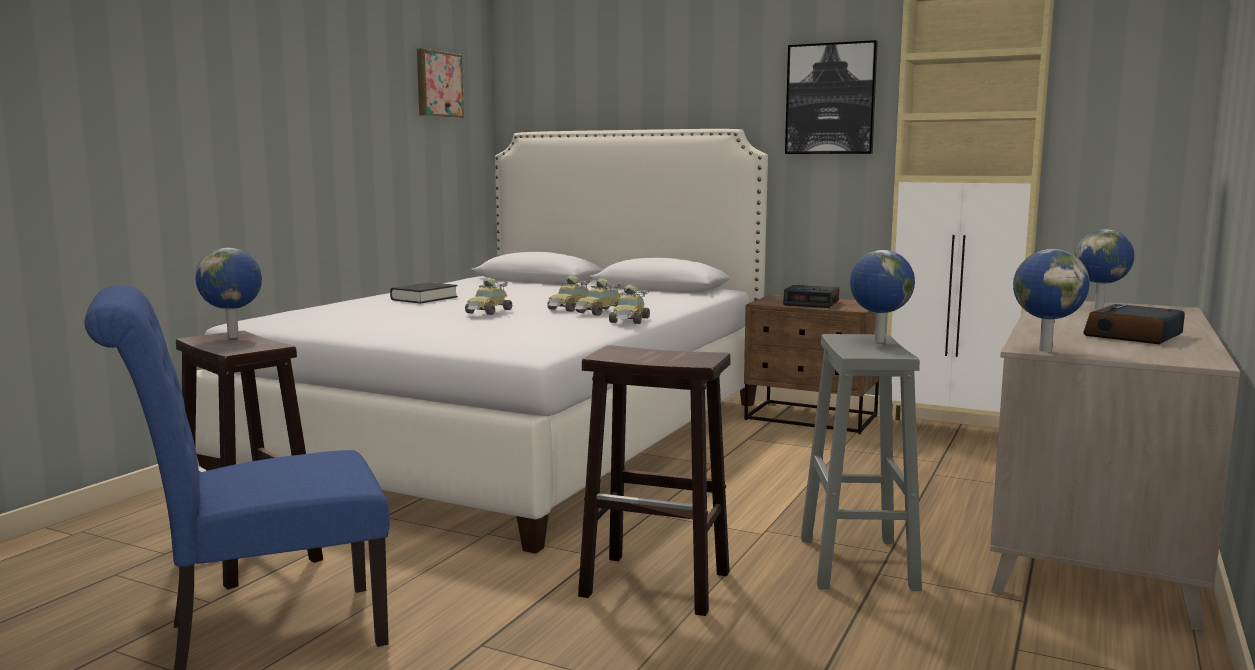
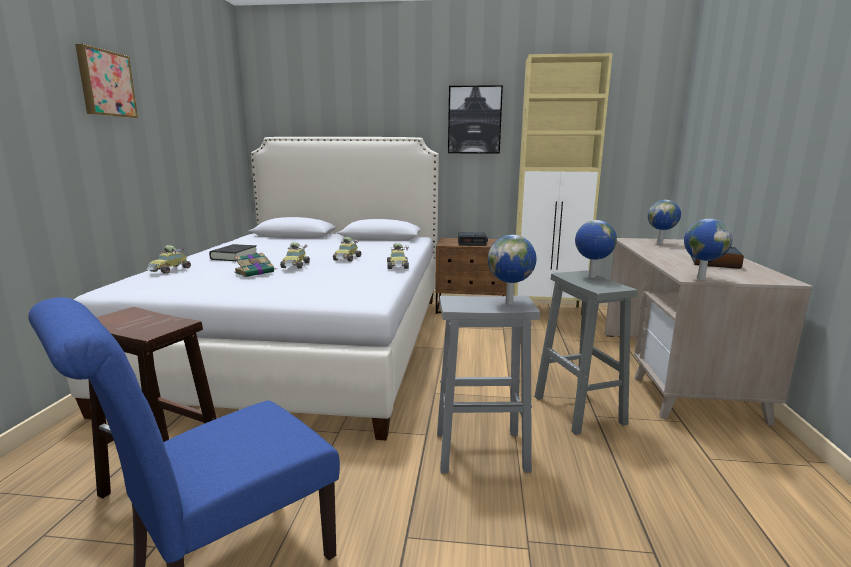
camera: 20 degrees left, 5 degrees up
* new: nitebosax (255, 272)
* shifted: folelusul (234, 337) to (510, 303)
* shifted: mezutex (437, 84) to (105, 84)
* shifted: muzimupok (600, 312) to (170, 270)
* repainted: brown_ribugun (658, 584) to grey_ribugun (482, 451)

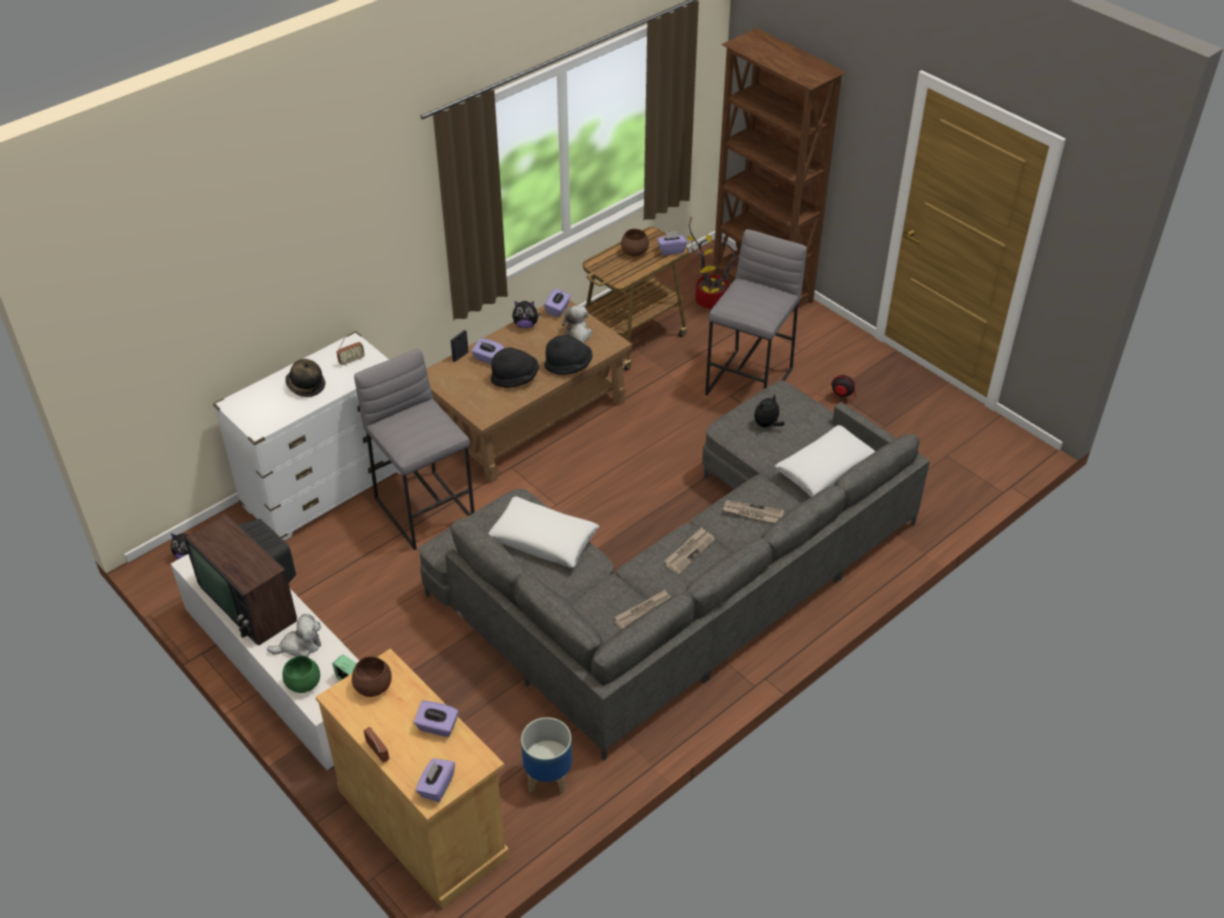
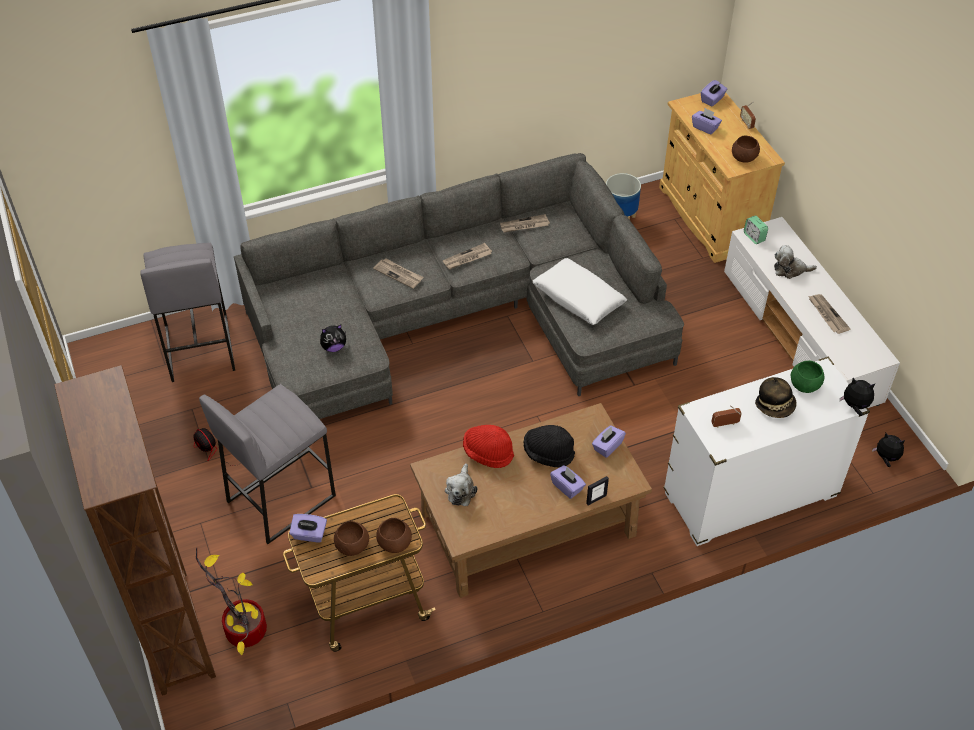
camera: 160 degrees left, 5 degrees up
* gone: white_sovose (825, 469)
* new: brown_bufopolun (394, 543)
* shifted: green_bufopolun (303, 683) to (804, 385)
* shifted: grey_ribugun (425, 509) to (198, 348)
* shifted: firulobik (525, 325) to (855, 406)
* shifted: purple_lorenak (558, 309) to (607, 446)
* swapped: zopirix (253, 598) to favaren (827, 315)
* repainted: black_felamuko (569, 366) to red_felamuko (488, 453)

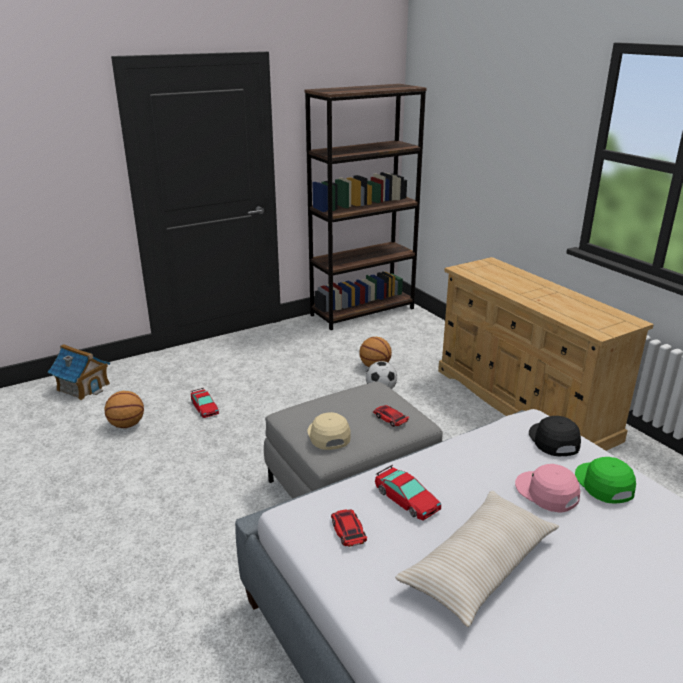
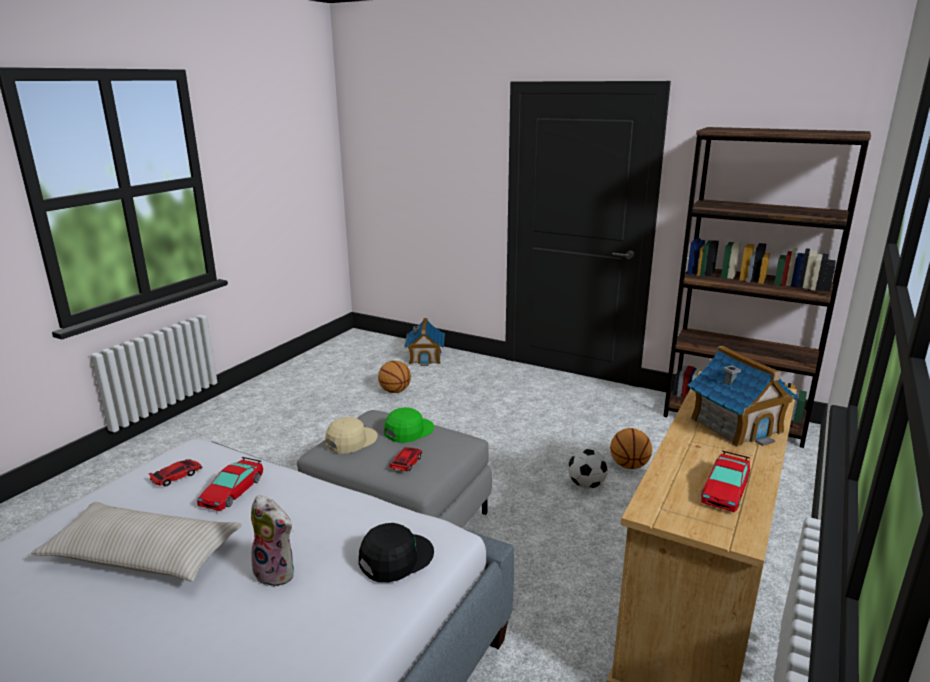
camera: 60 degrees right, 5 degrees down
* new: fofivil (736, 425)
* shifted: muzimupok (204, 407) to (724, 489)
* shifted: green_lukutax (604, 484) to (408, 430)
* swapped: pink_lukutax (547, 492) to firulobik (278, 572)

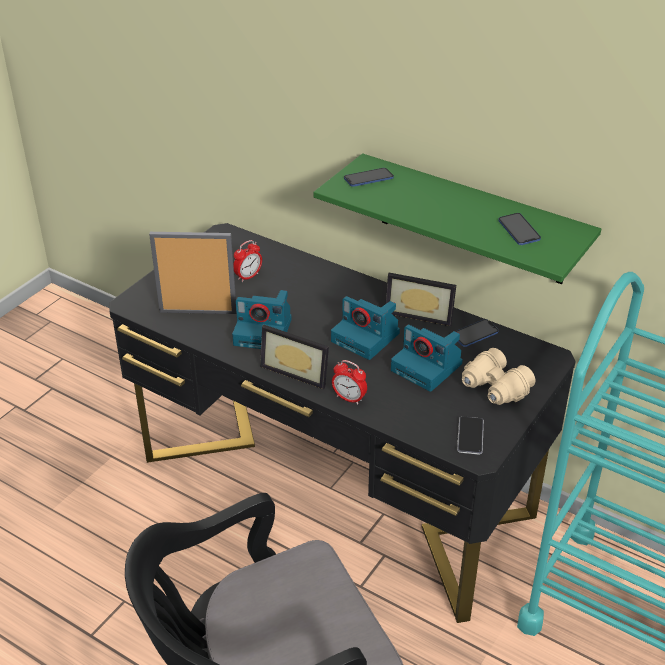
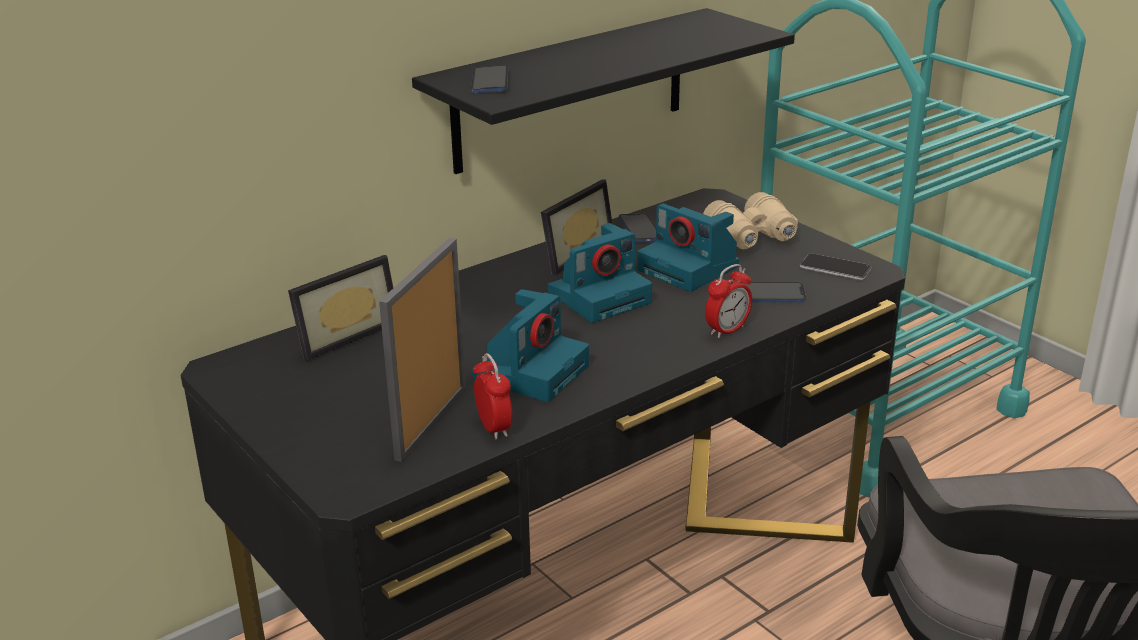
camera: 70 degrees left, 10 degrees down
* shifted: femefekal (248, 276) to (494, 427)
* shifted: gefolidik (298, 370) to (342, 334)
* shifted: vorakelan (519, 230) to (769, 294)
* repainted: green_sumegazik (472, 220) to black_sumegazik (571, 90)
* rotated: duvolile (428, 367) = (690, 268) 75 degrees clockwise

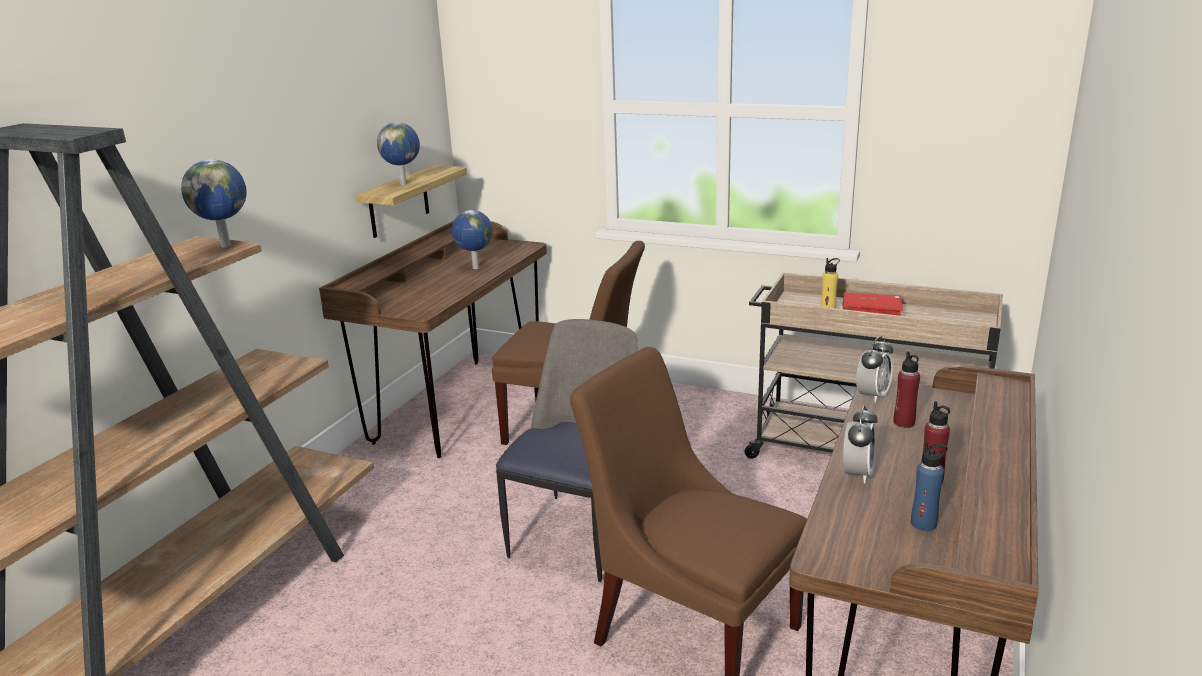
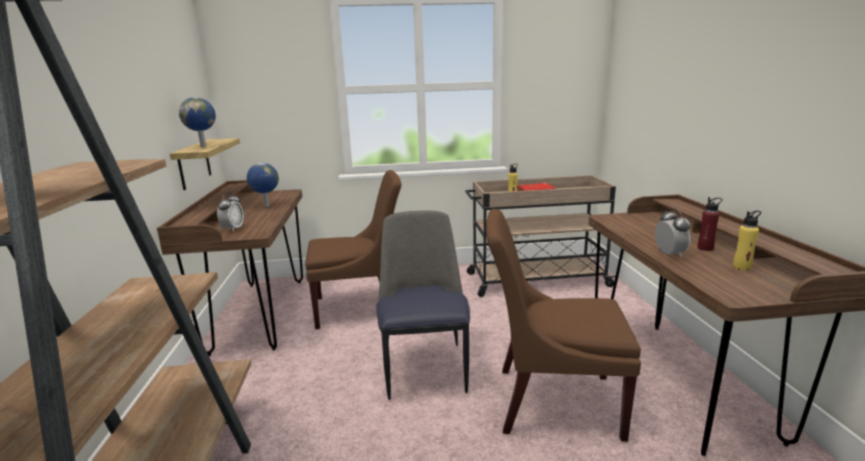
camera: 30 degrees left, 5 degrees down
* gone: folelusul (227, 245)
* gone: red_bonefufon (904, 423)
* shifted: femefekal (872, 395) to (233, 229)
* repainted: blue_bonefufon (923, 524) to yellow_bonefufon (742, 267)

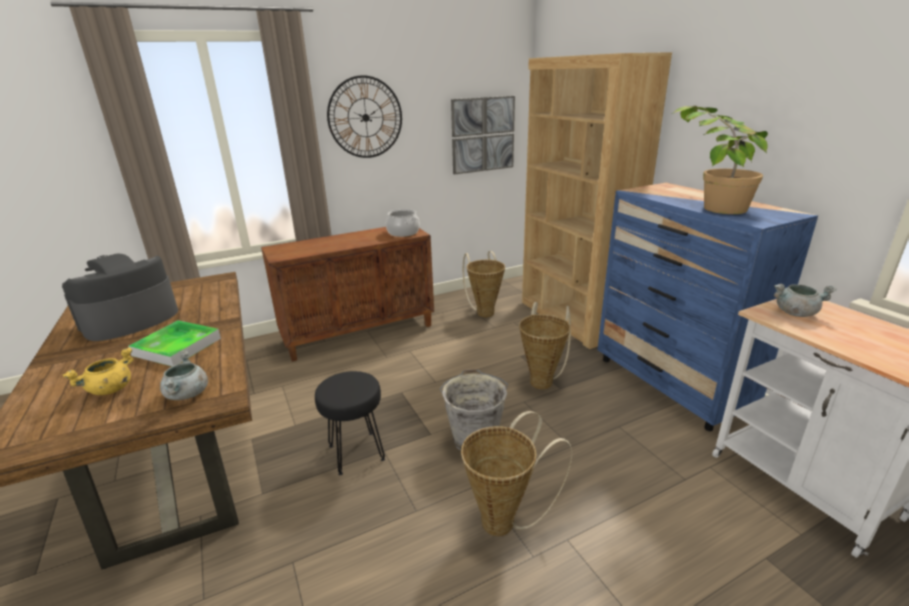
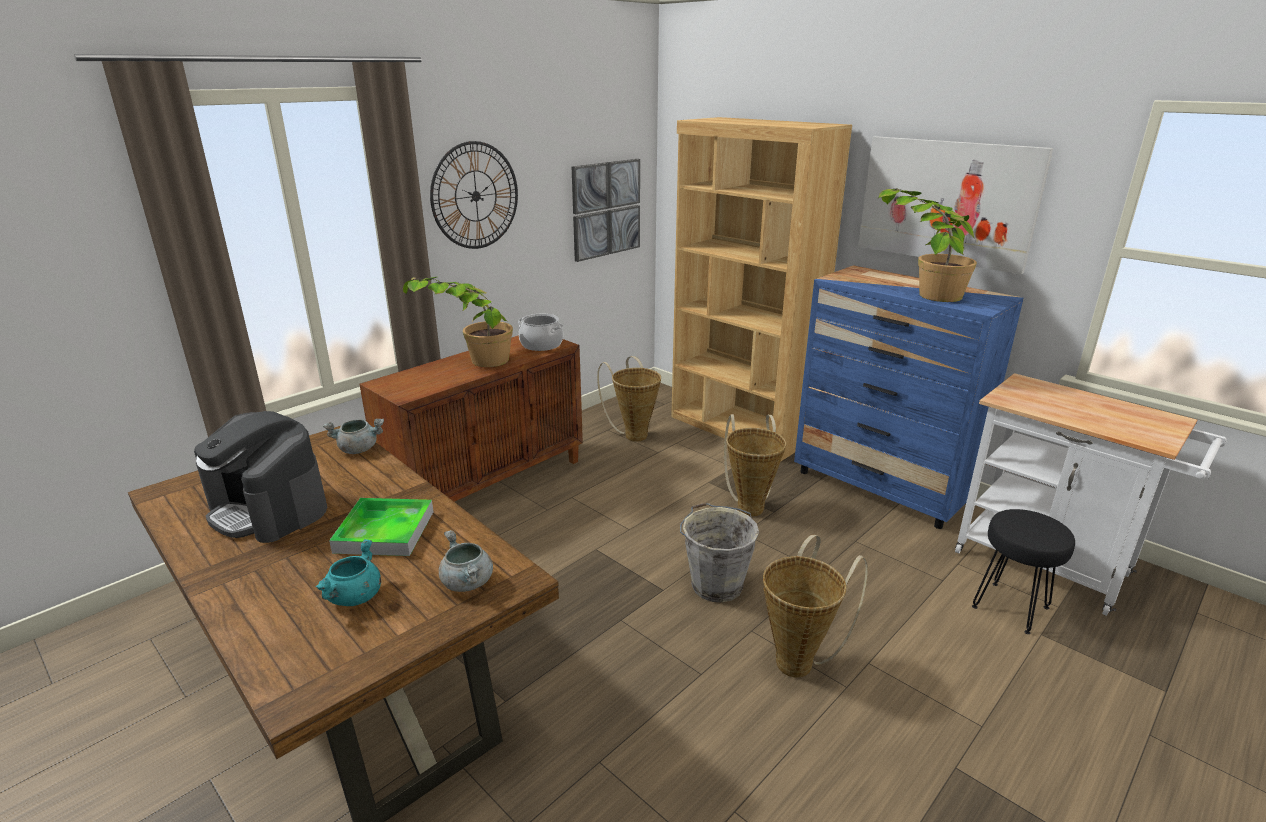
camera: 20 degrees left, 0 degrees up
* new: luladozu (470, 361)
* new: mezutex (946, 202)
* shifted: black_ribugun (357, 453) to (1011, 607)
* shifted: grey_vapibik (795, 313) to (359, 449)
* repainted: yellow_vapibik (110, 389) to turquoise_vapibik (355, 597)
* rotated: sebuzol (130, 320) = (269, 509) 75 degrees counterclockwise

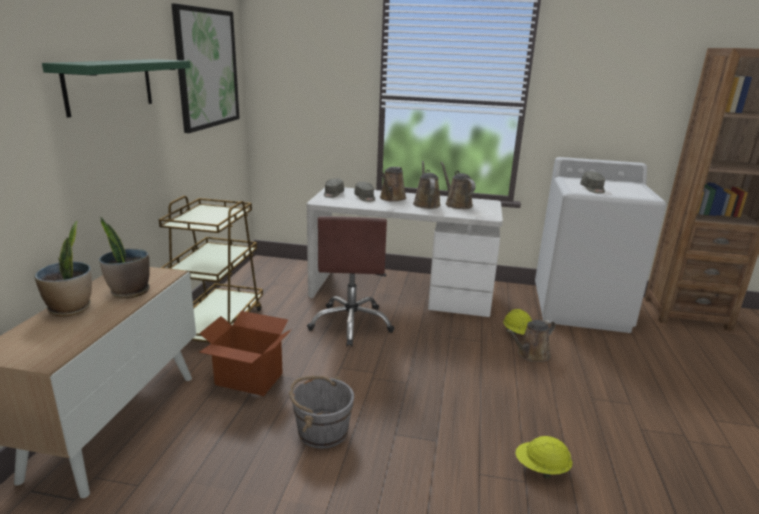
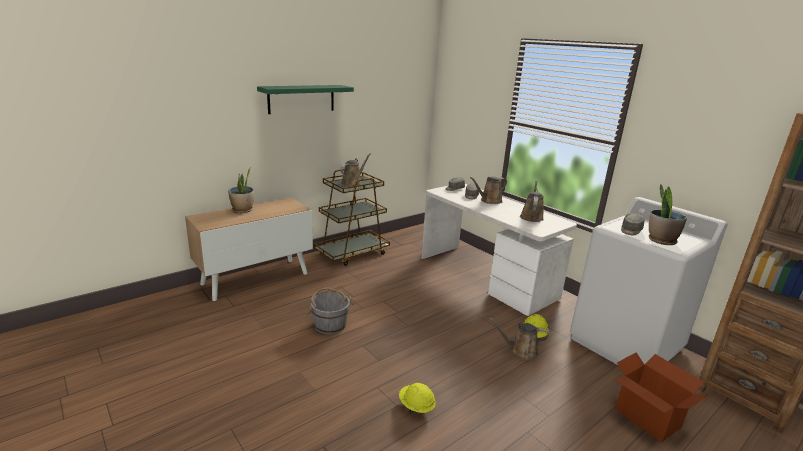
camera: 40 degrees right, 0 degrees up
* gone: mezutex (207, 68)
* gone: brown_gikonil (351, 324)
* shifted: luladozu (129, 292) to (661, 240)
* shifted: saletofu (248, 380) to (647, 418)
* shifted: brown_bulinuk (426, 204) to (353, 183)

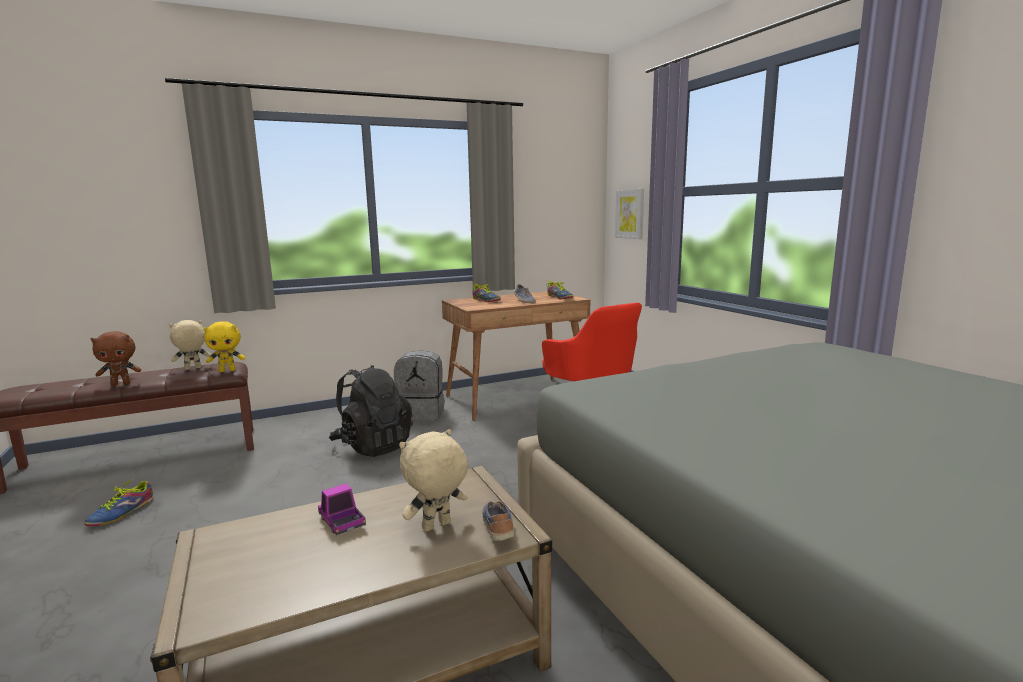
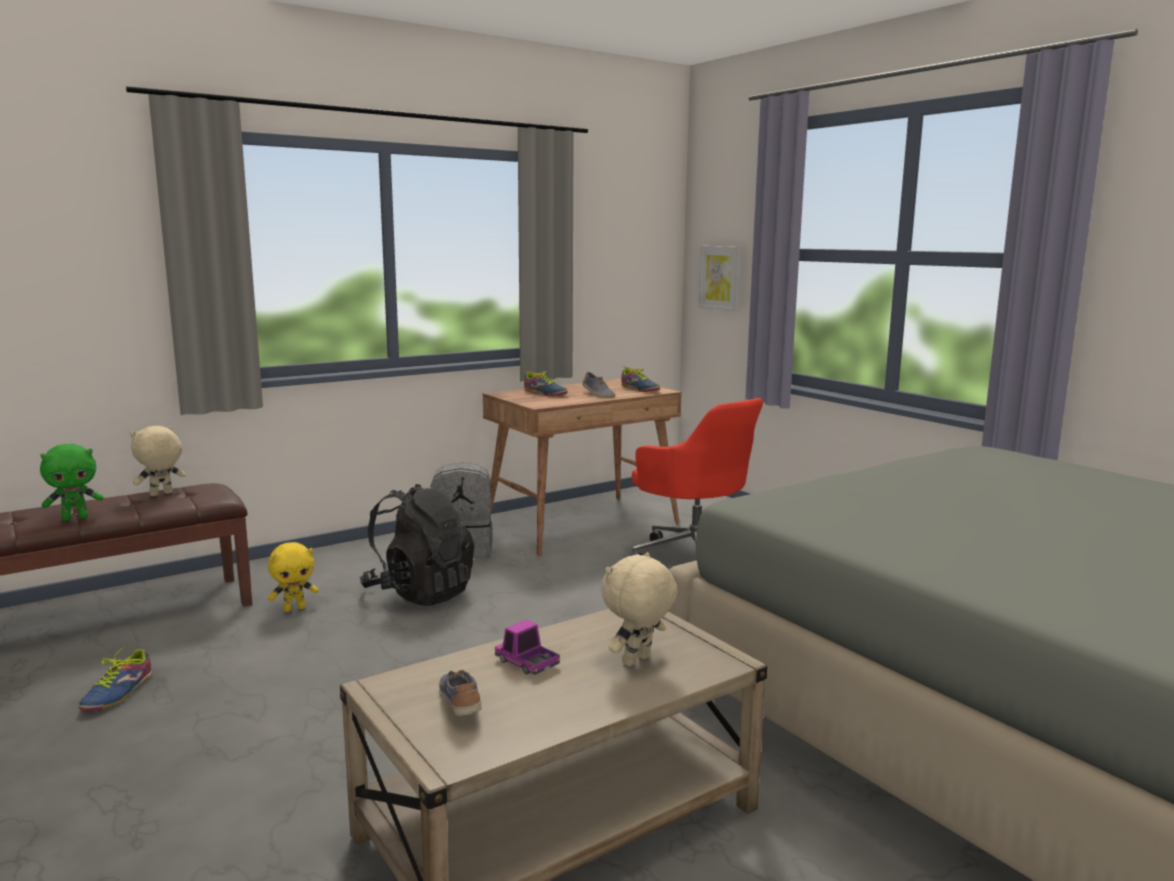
camera: 10 degrees left, 0 degrees up
* shifted: yellow_firulobik (227, 371) to (294, 609)
* shifted: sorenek (499, 529) to (461, 704)
* repainted: brown_firulobik (121, 384) to green_firulobik (75, 518)

